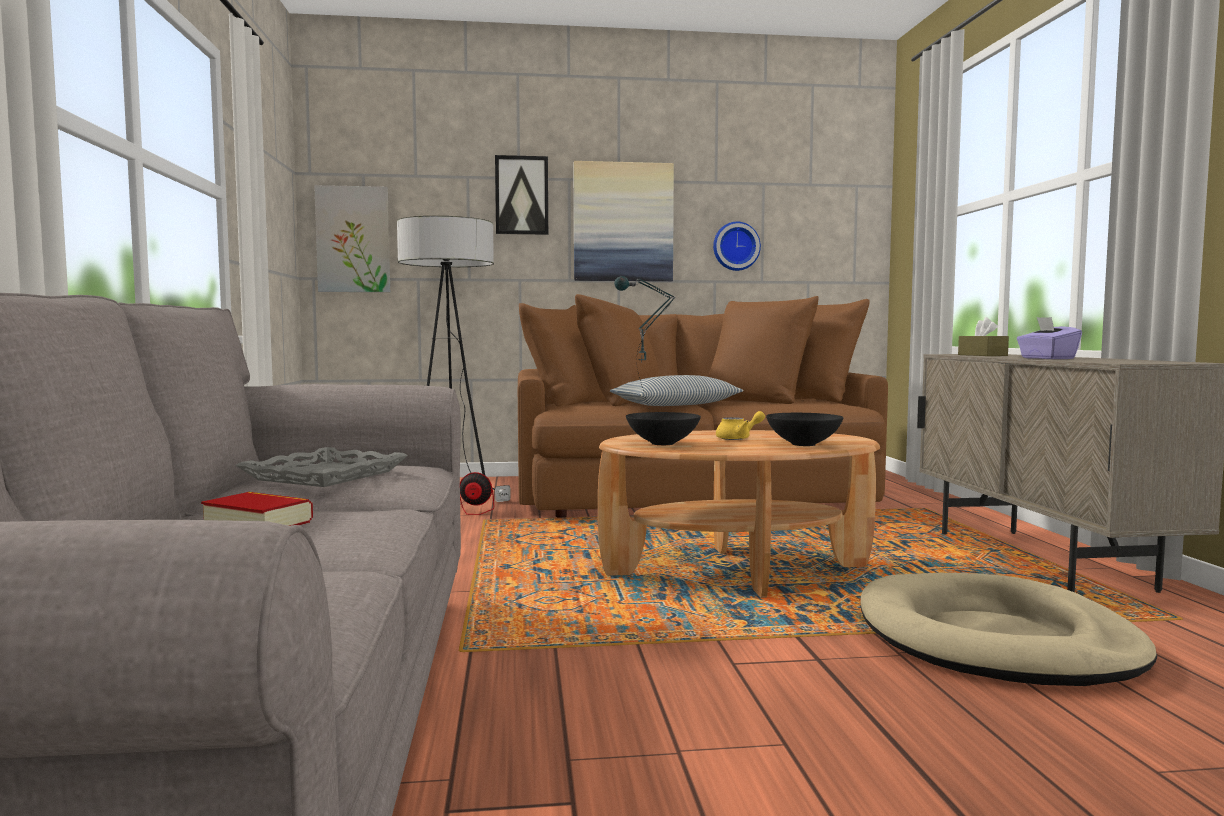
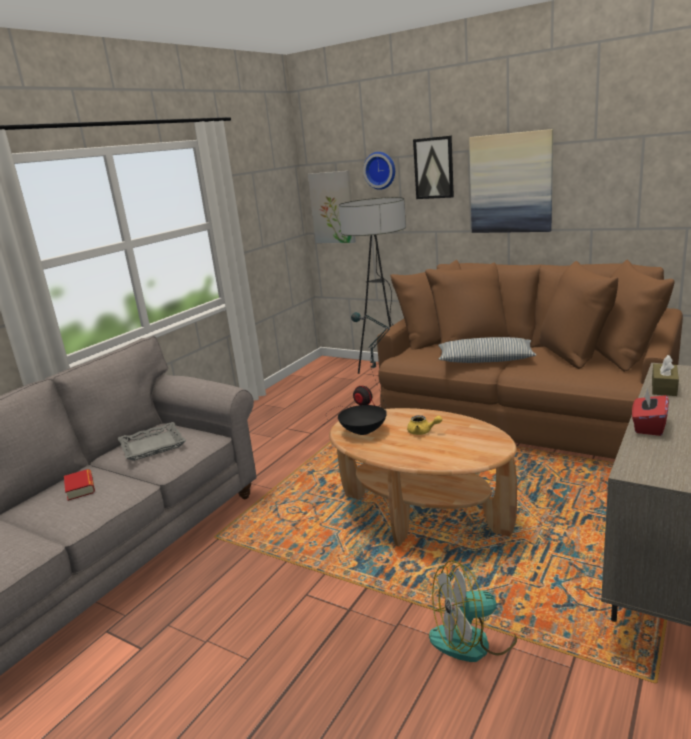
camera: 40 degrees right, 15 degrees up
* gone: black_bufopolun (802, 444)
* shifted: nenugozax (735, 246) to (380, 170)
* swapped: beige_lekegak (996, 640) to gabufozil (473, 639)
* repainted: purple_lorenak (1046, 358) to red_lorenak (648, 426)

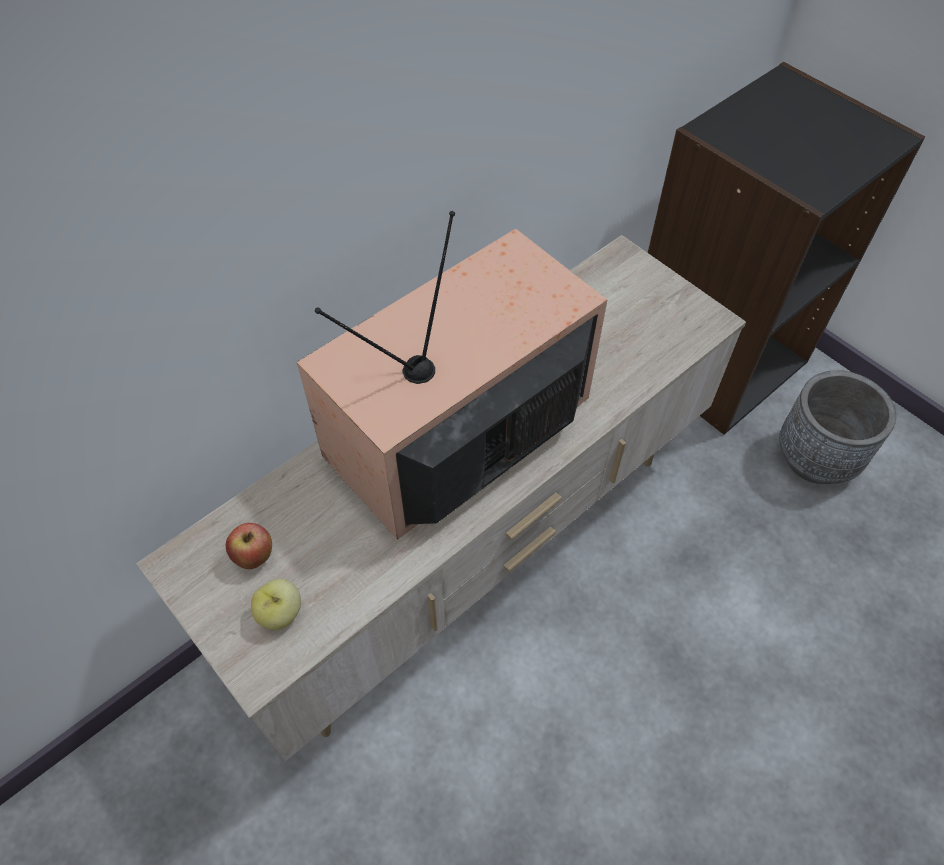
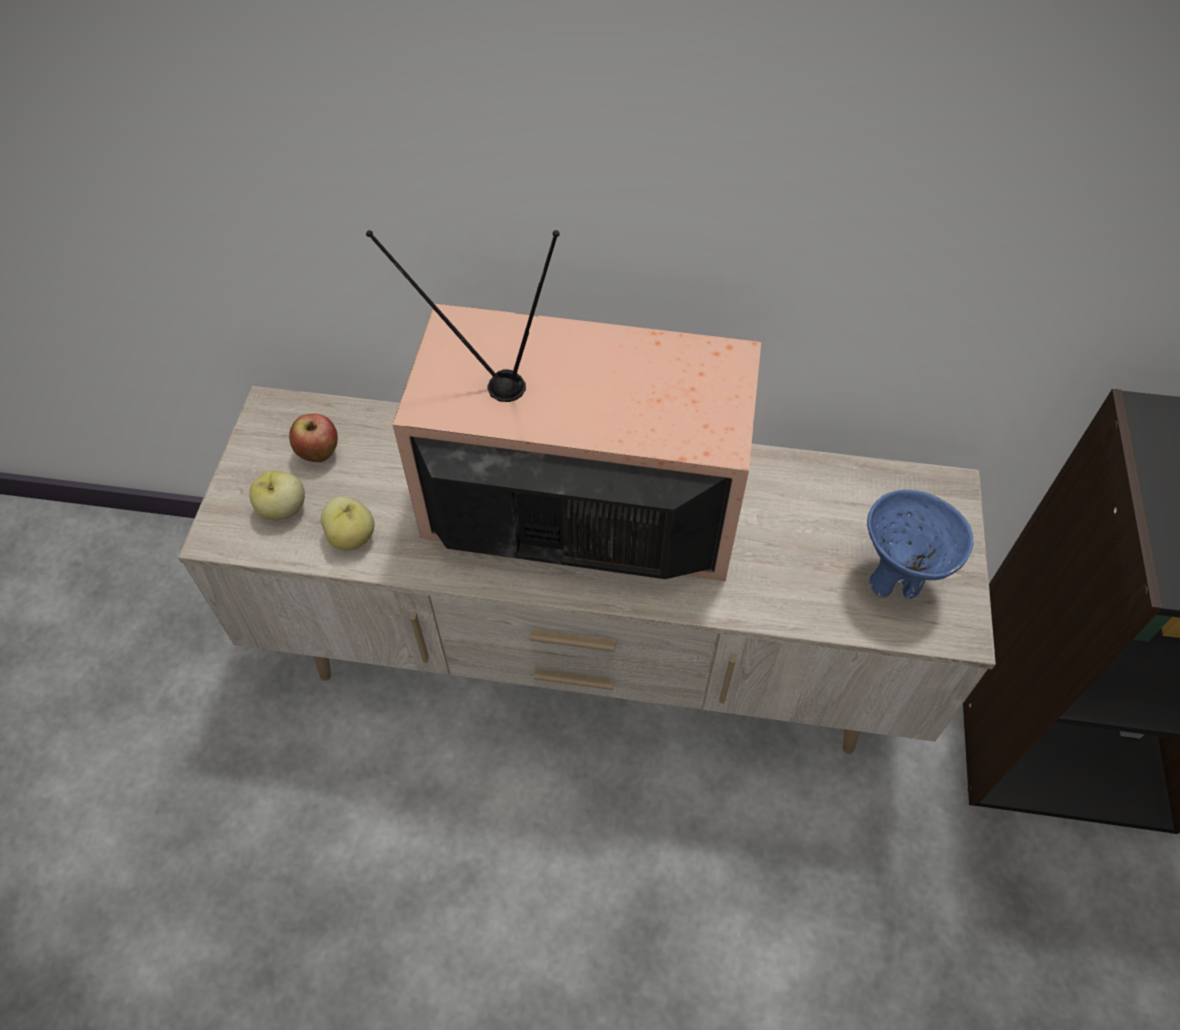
camera: 50 degrees right, 0 degrees up
* gone: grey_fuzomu (815, 459)
* new: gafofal (352, 536)
* new: blue_bufopolun (895, 581)

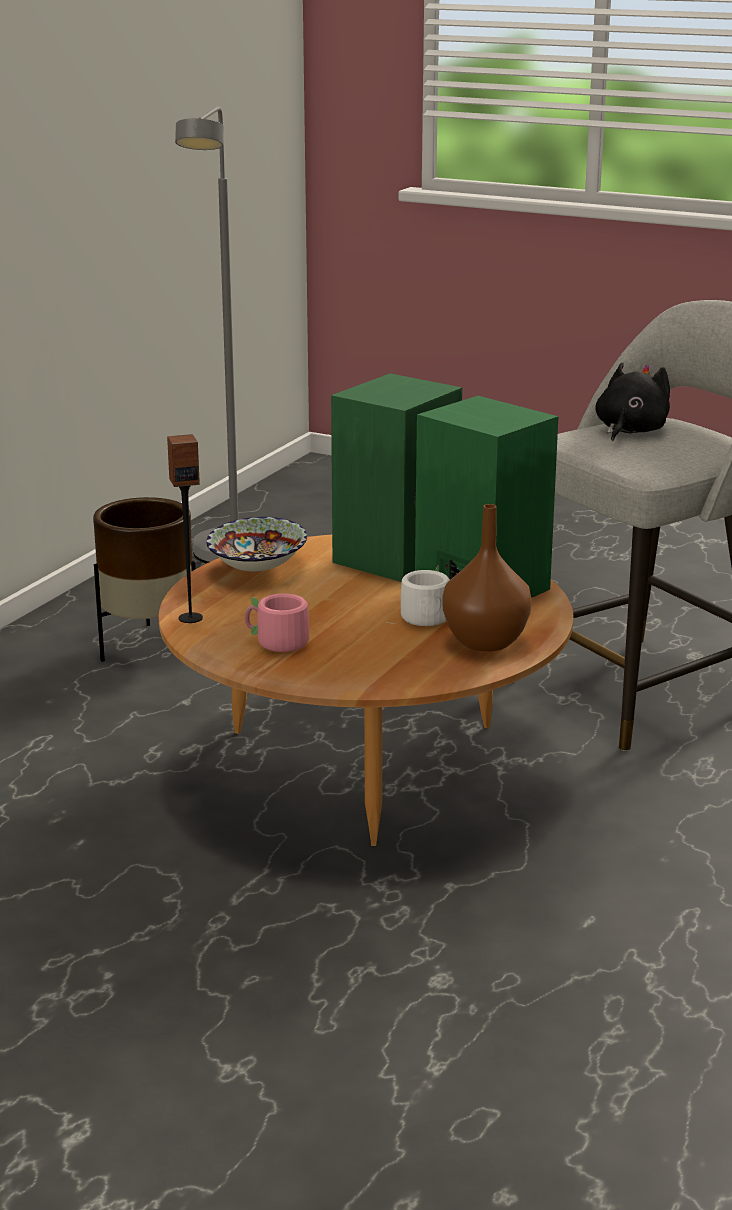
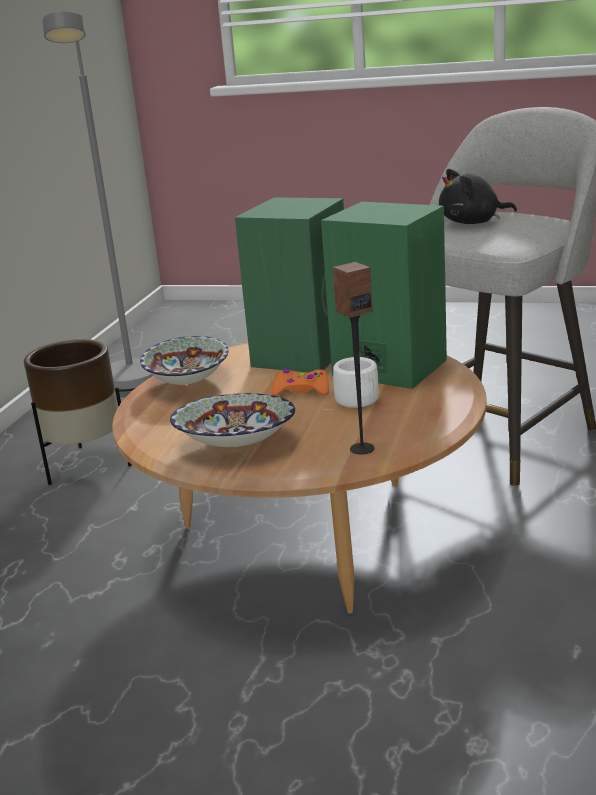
camera: 10 degrees left, 0 degrees up
* gone: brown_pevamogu (487, 642)
* new: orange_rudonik (301, 390)
* shifted: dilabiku (190, 618) to (362, 448)
* swapped: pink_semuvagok (276, 644) to bufopolun (236, 445)
* rotated: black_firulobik (629, 431) = (473, 222) 120 degrees counterclockwise

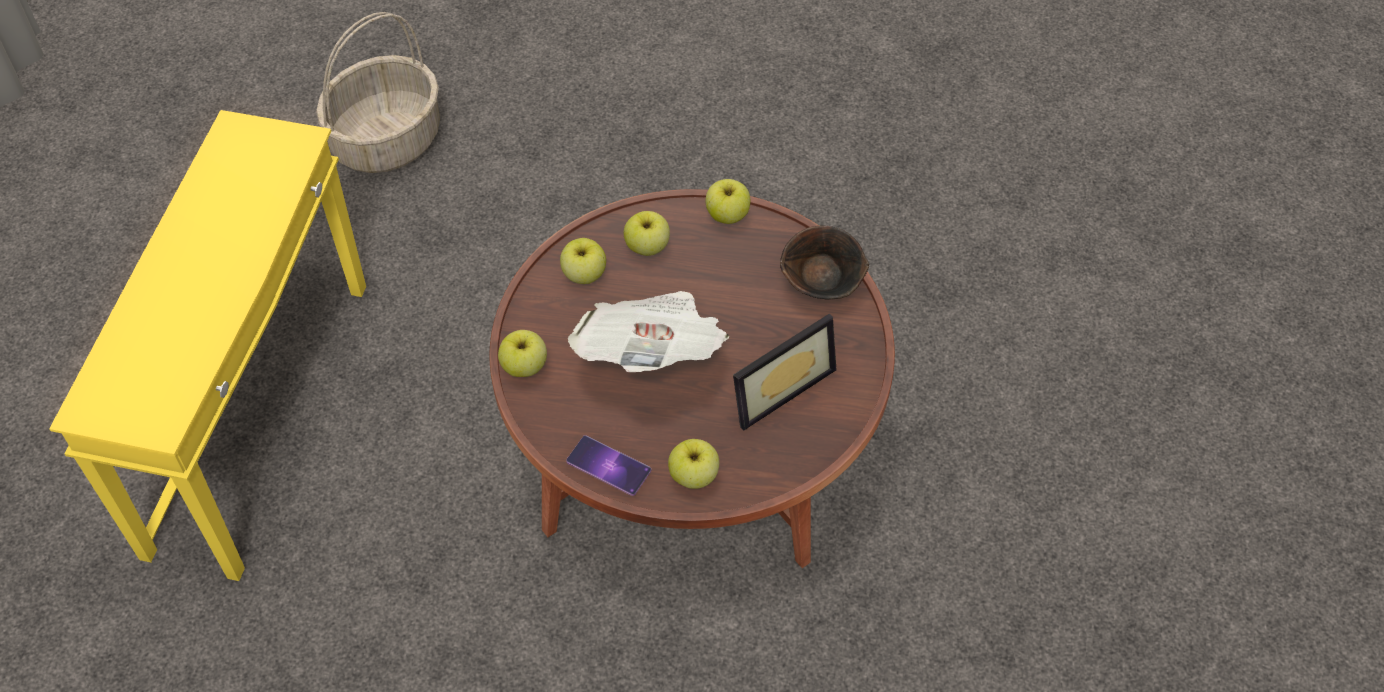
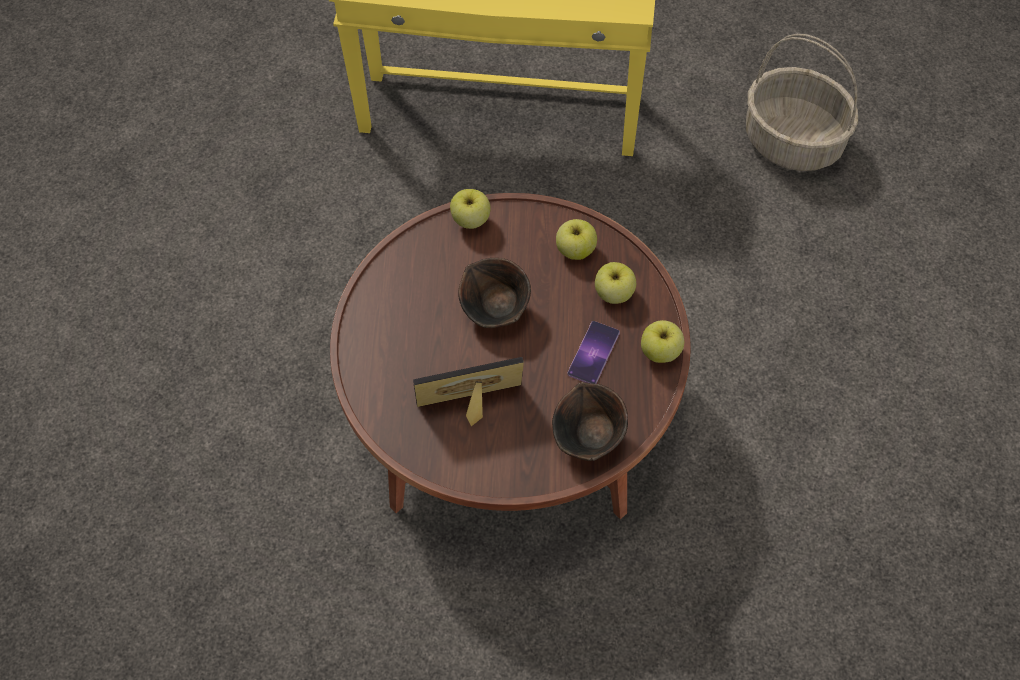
camera: 85 degrees right, 5 degrees up
* gone: gafofal (694, 476)
* shifted: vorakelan (608, 466) to (593, 353)
* swapped: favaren (652, 354) to brown_bufopolun (496, 310)
* rotated: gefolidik (776, 385) = (472, 409) 120 degrees clockwise

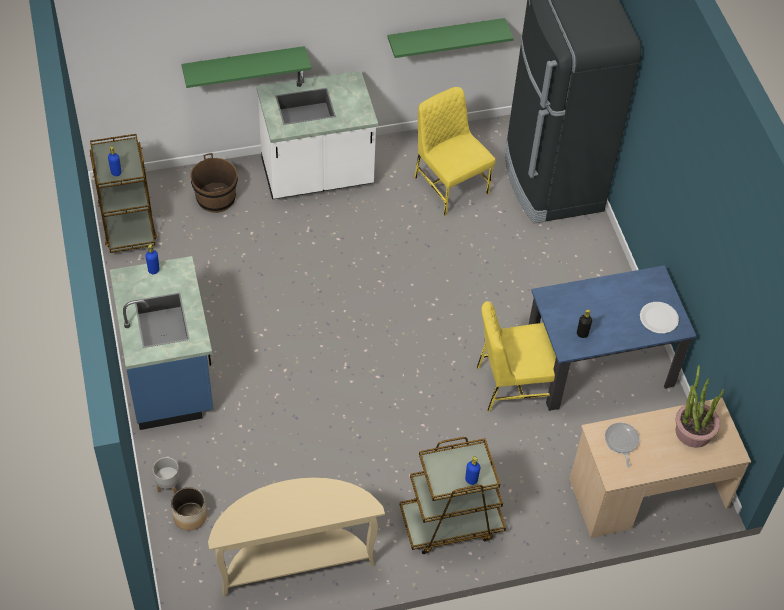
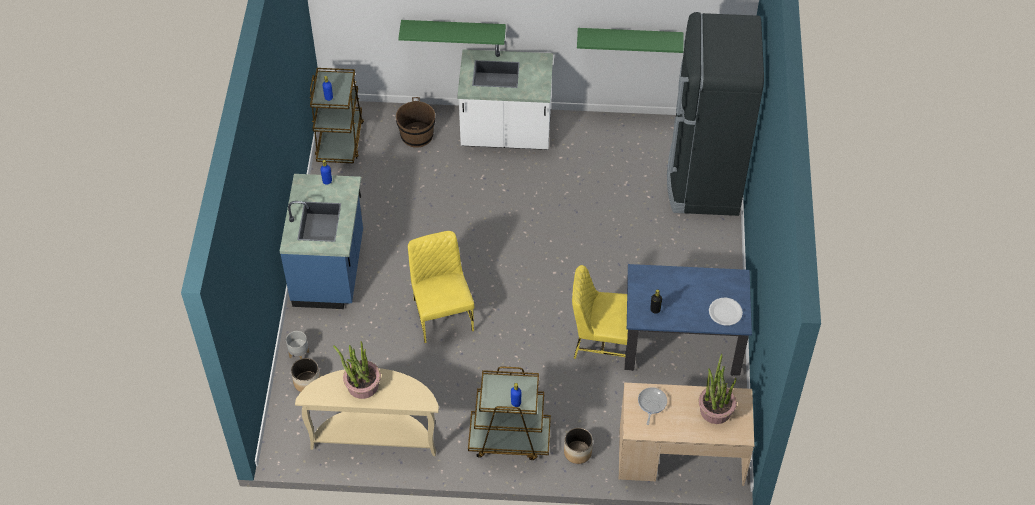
camera: 20 degrees right, 0 degrees up
* new: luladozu (362, 385)
* new: fuzomu (577, 452)
* shifted: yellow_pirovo (449, 184) to (442, 314)

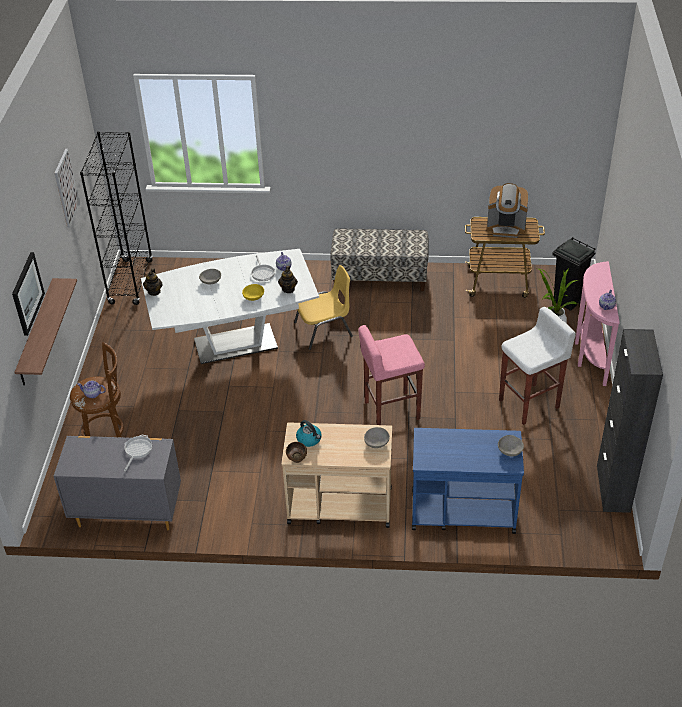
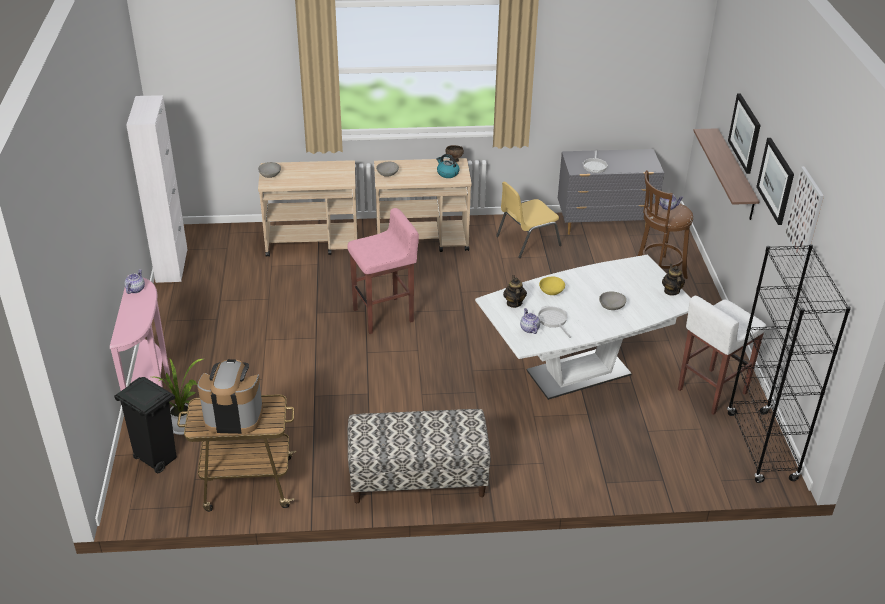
camera: 170 degrees right, 5 degrees down
* new: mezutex (776, 180)
* shifted: yellow_pirovo (324, 330) to (527, 241)
* shifted: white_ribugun (530, 404) to (710, 391)
* repainted: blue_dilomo (462, 511) to beige_dilomo (313, 242)
* repainted: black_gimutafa (613, 488) to white_gimutafa (171, 265)

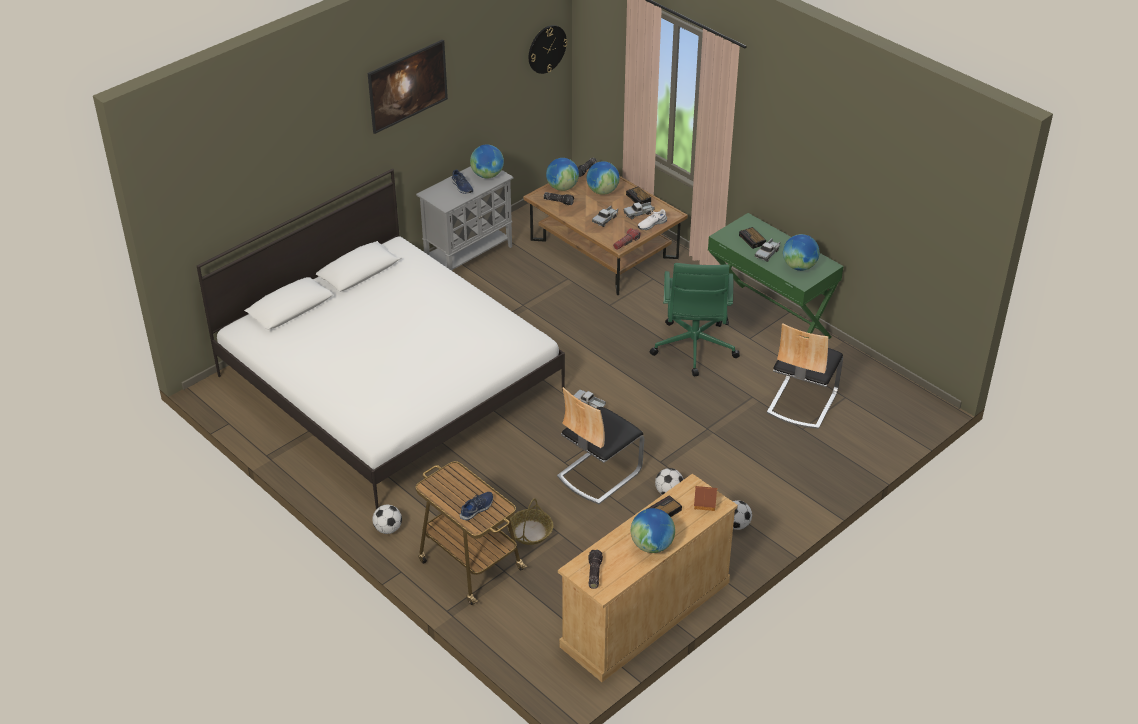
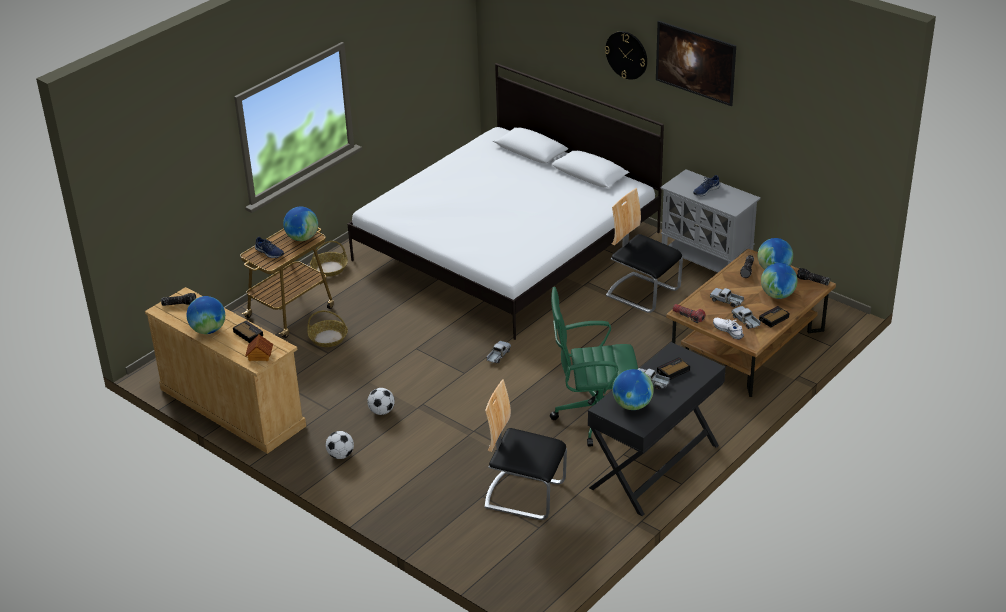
camera: 85 degrees right, 5 degrees down
* shifted: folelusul (487, 175) to (302, 238)
* shifted: nenugozax (546, 49) to (626, 55)
* shifted: pirovo (598, 473) to (642, 293)
* swapped: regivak (388, 529) to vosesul (329, 268)
* repainted: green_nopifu (768, 322) to black_nopifu (655, 467)

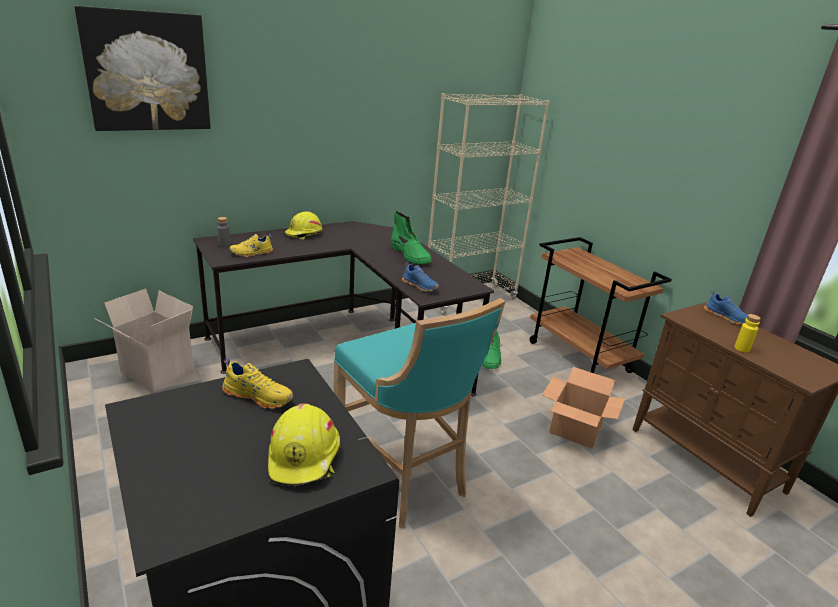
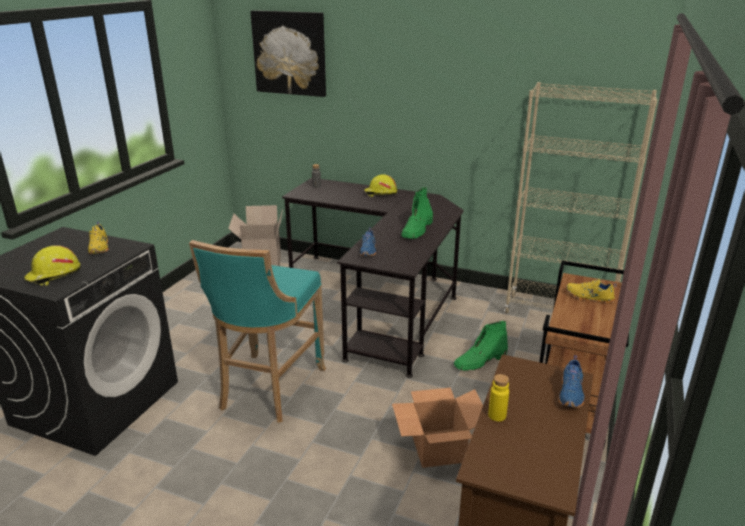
camera: 55 degrees right, 0 degrees up
* shifted: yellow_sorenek (252, 253) to (589, 298)

